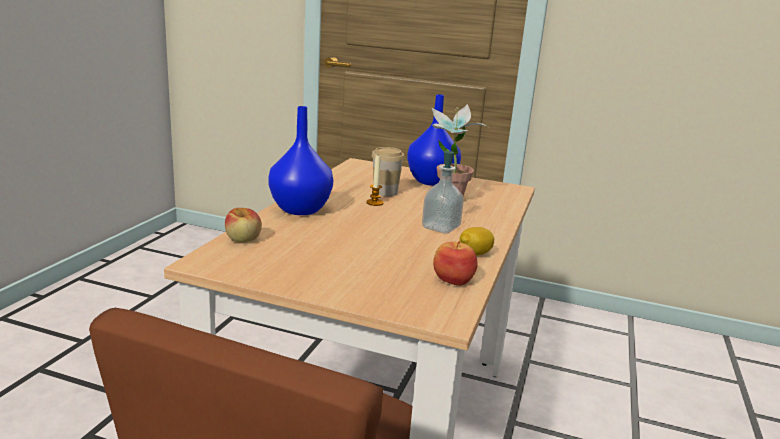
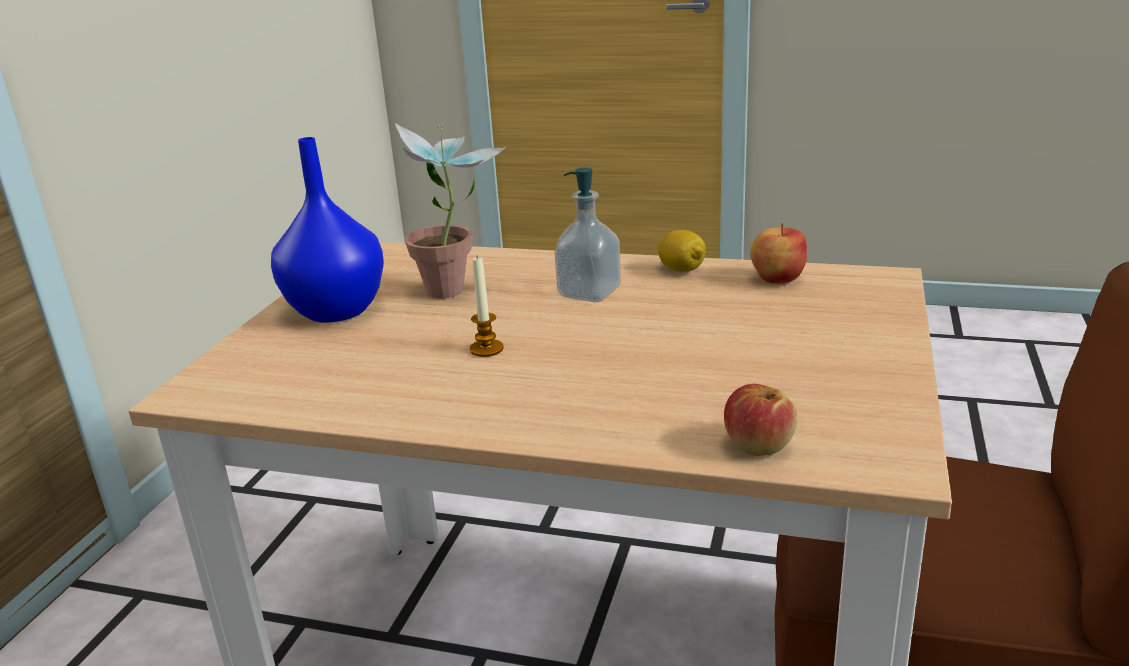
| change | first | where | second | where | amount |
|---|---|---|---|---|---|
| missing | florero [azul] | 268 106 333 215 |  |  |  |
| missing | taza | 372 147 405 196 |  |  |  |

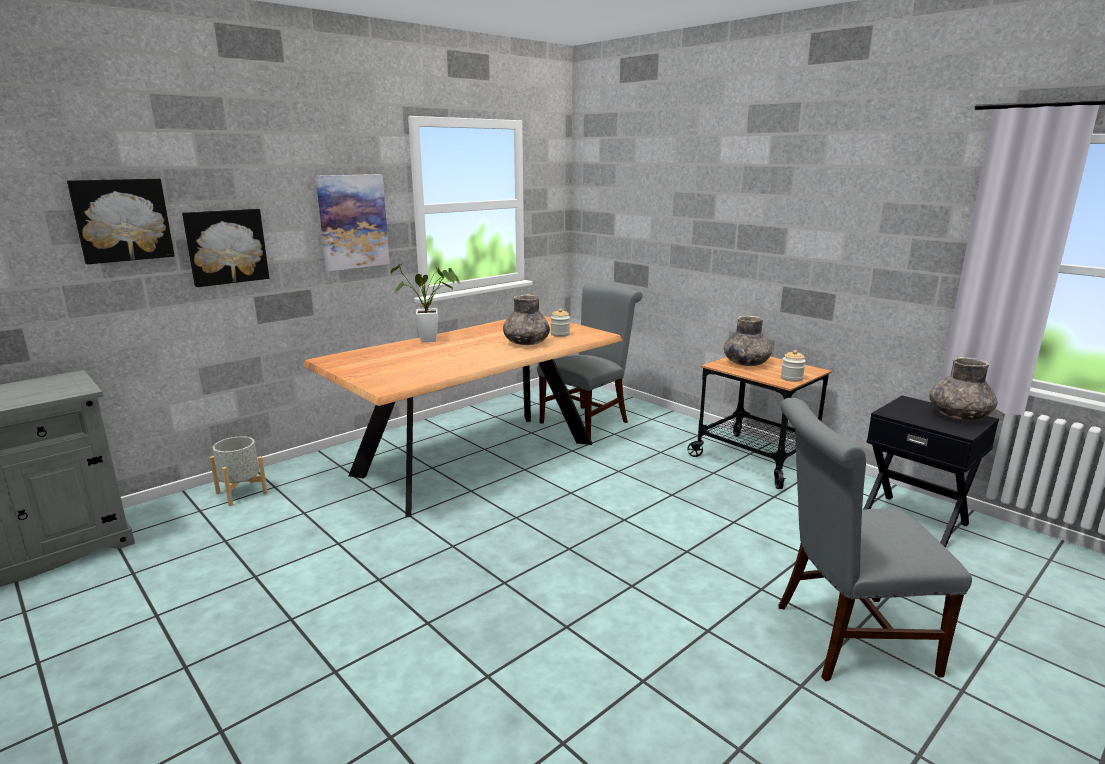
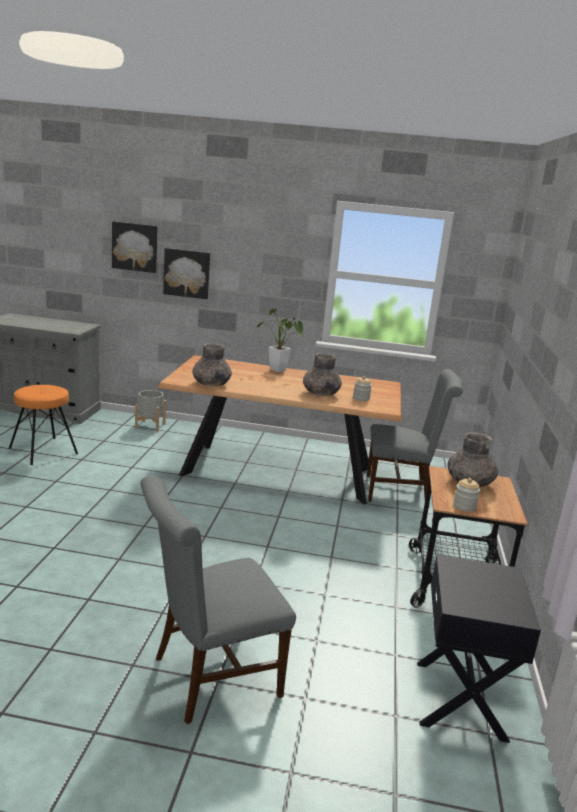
| change | first | where | second | where | amount |
|---|---|---|---|---|---|
| missing | cuadro | 316 174 390 271 |  |  |  |
| spun | silla [gris] | 778 398 972 681 |  | 140 476 296 724 | 75 degrees counterclockwise |
| relocated | florero [gris] | 929 357 997 420 |  | 193 343 232 386 |  |
| appeared |  |  | taburete [naranja] | 9 385 78 465 |  |

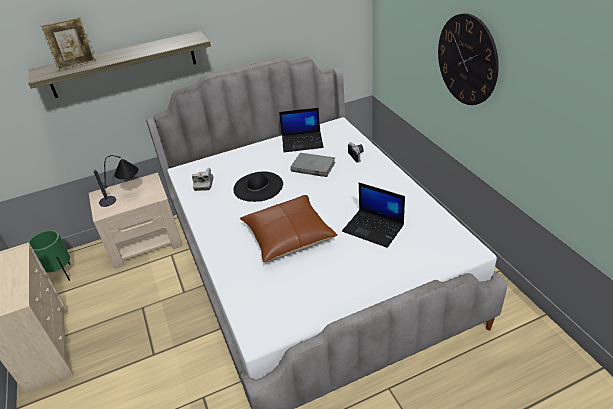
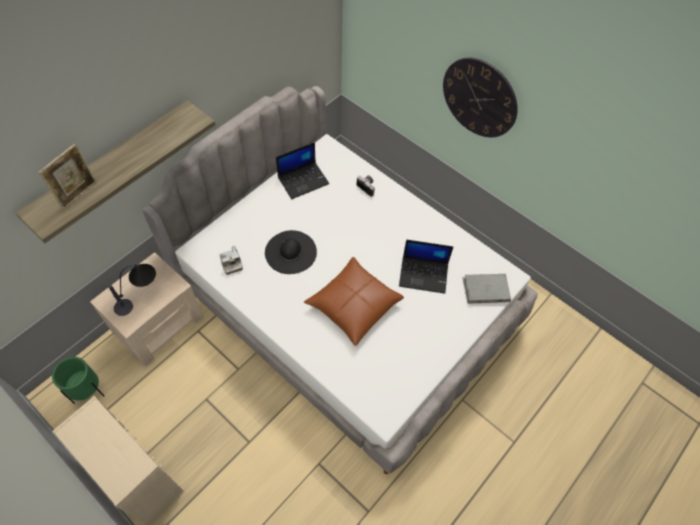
| change | first | where | second | where | amount |
|---|---|---|---|---|---|
| relocated | libro [gris] | 290 153 336 177 |  | 463 274 511 304 |  |

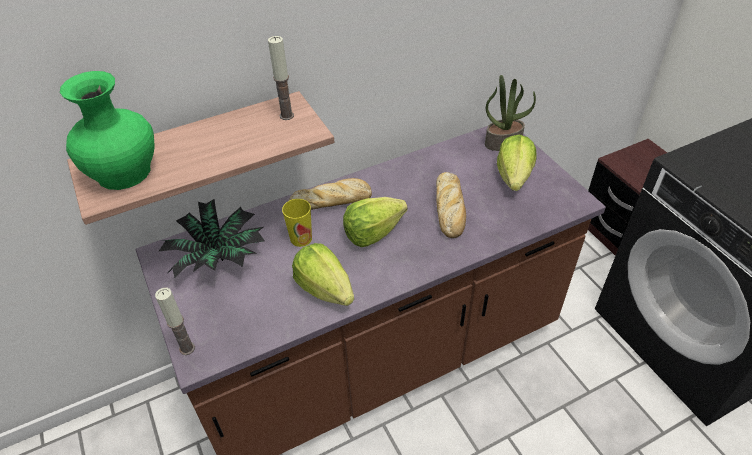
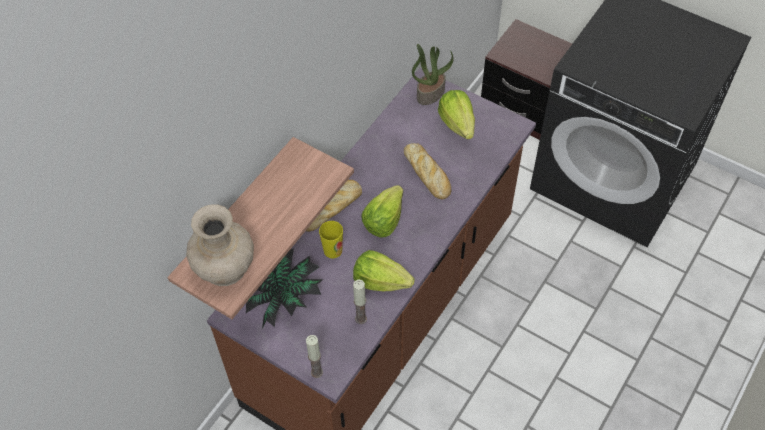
| change | first | where | second | where | amount |
|---|---|---|---|---|---|
| colour | florero [verde] | 60 71 155 190 | florero [beis] | 186 204 254 286 |  |
| relocated | vela | 268 36 294 120 |  | 353 280 367 324 |  |

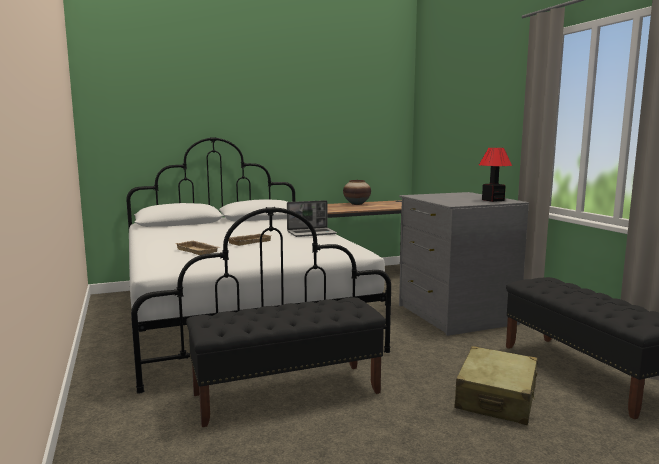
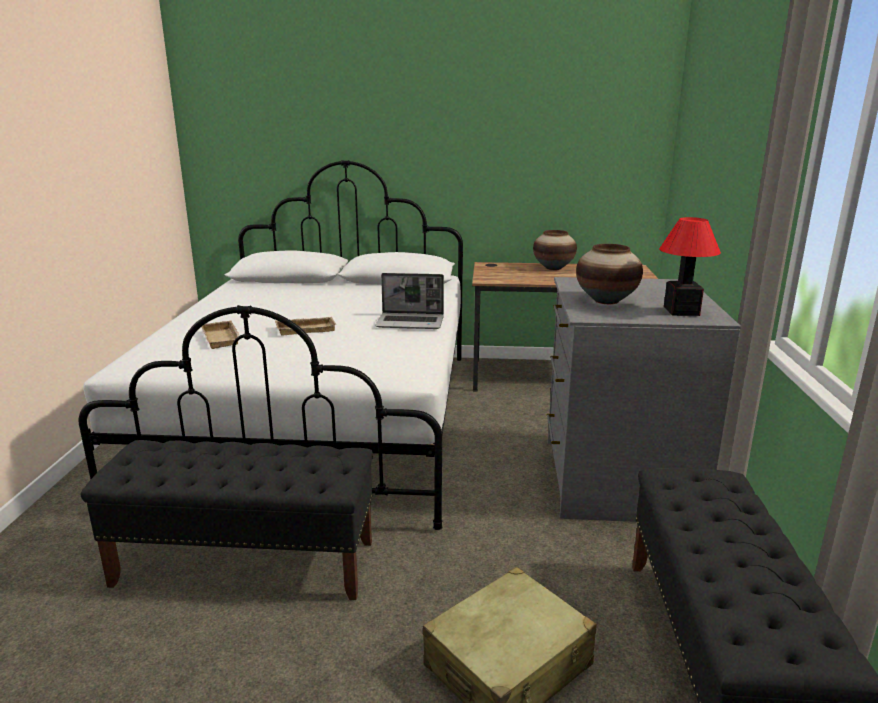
| change | first | where | second | where | amount |
|---|---|---|---|---|---|
| appeared |  |  | florero | 576 244 643 304 |  |

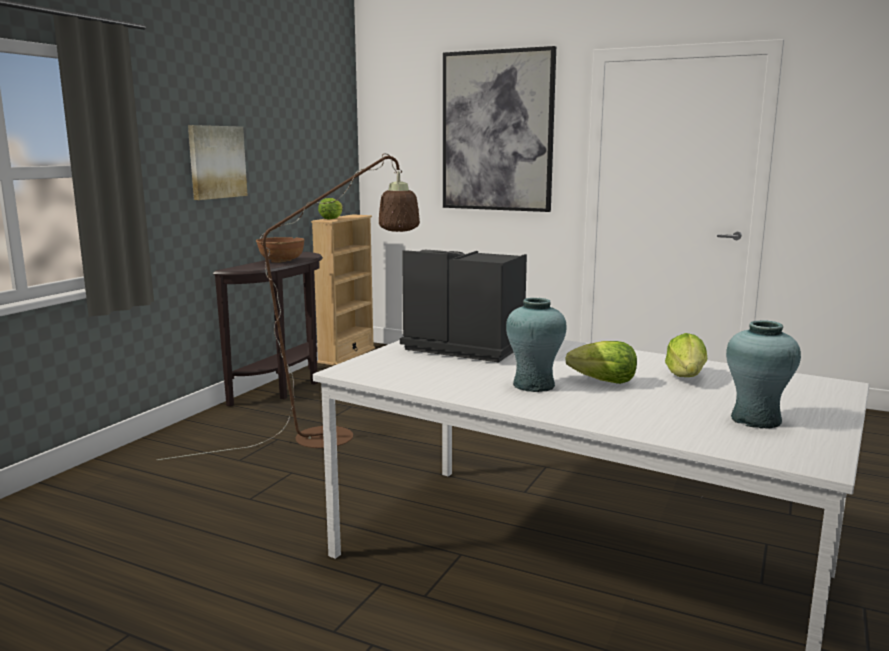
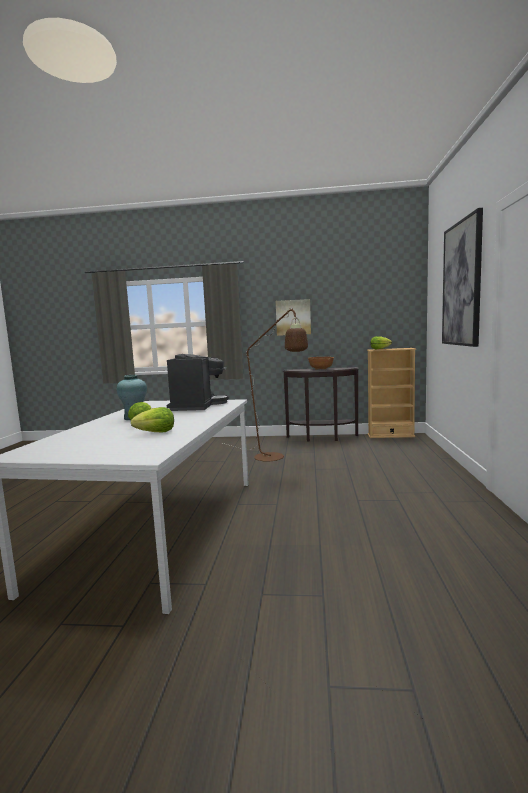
| change | first | where | second | where | amount |
|---|---|---|---|---|---|
| missing | florero [turquesa] | 726 320 801 428 |  |  |  |

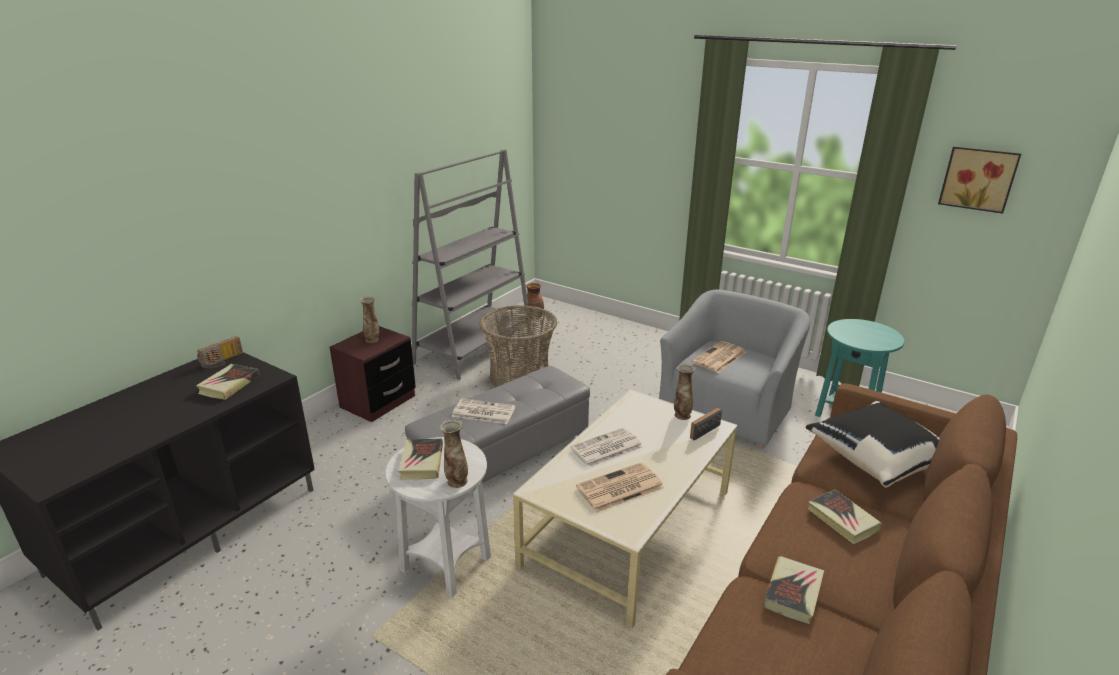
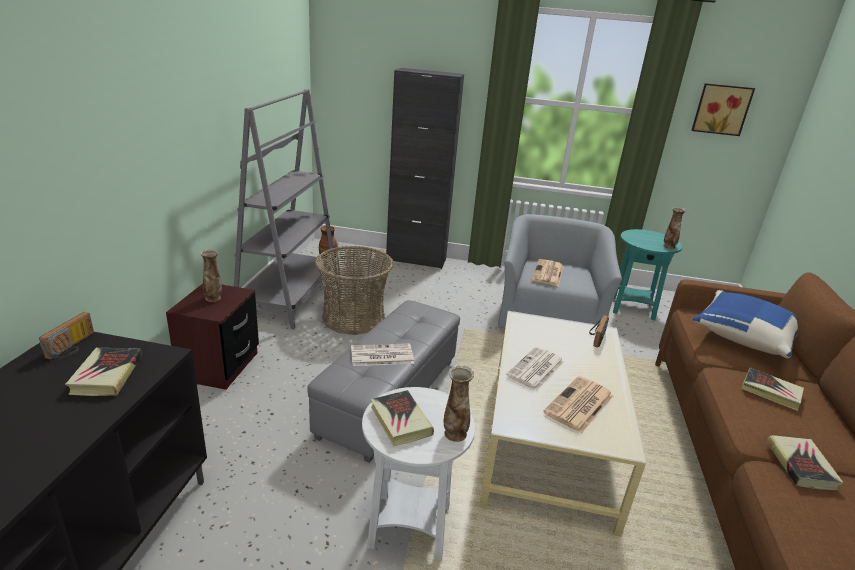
| change | first | where | second | where | amount |
|---|---|---|---|---|---|
| relocated | florero | 674 364 695 420 |  | 663 207 686 249 |  |
| colour | cojín [negro] | 806 401 939 488 | cojín [azul] | 692 290 798 358 |  |
| appeared |  |  | armario [negro] | 386 68 464 269 |  |

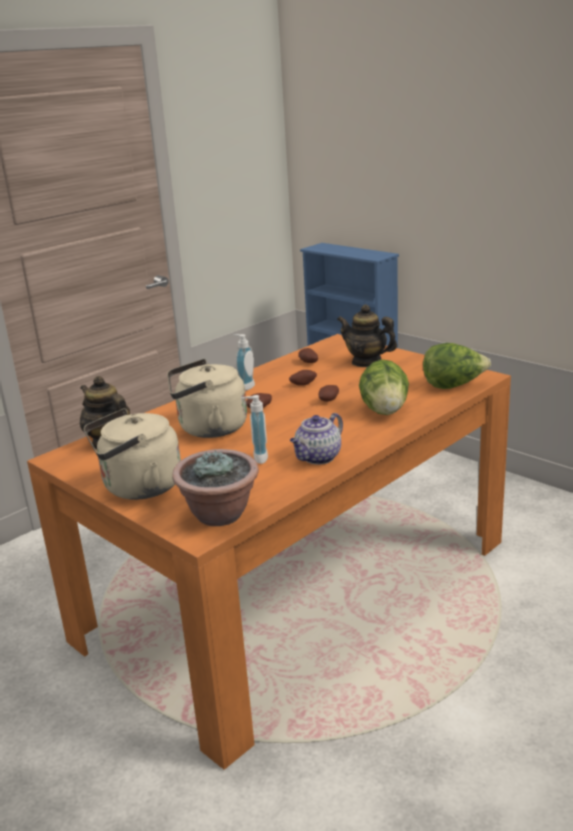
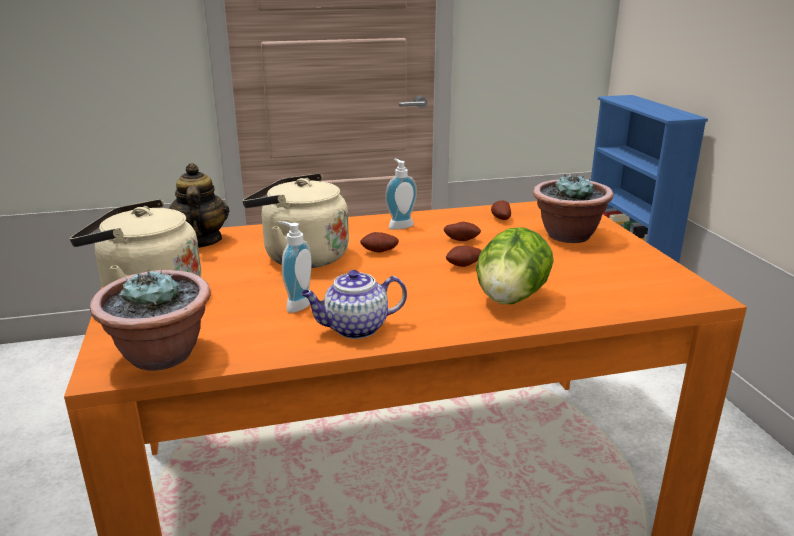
| change | first | where | second | where | amount |
|---|---|---|---|---|---|
| exchanged | tetera | 337 305 397 367 | planta en maceta | 533 173 614 243 |  |
| missing | lechuga | 423 343 491 389 |  |  |  |

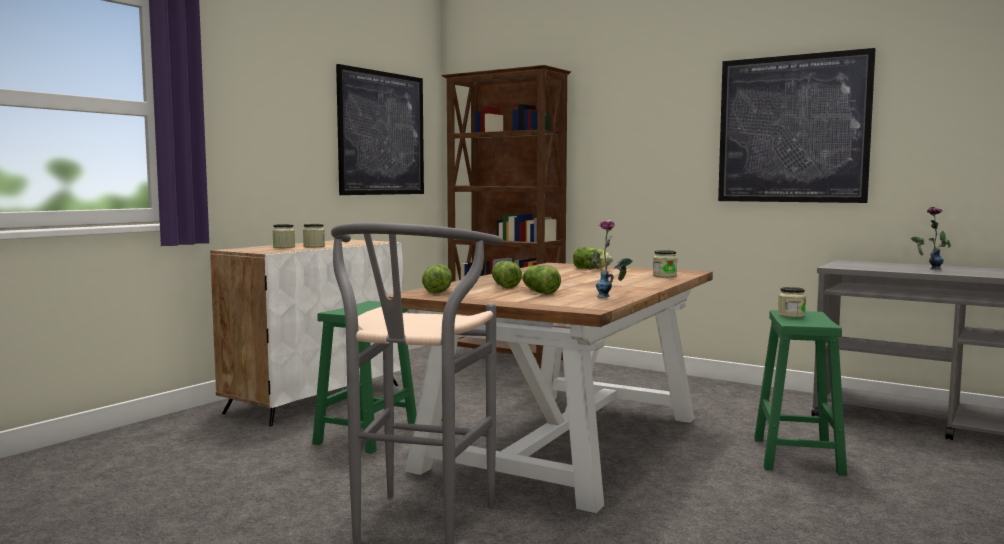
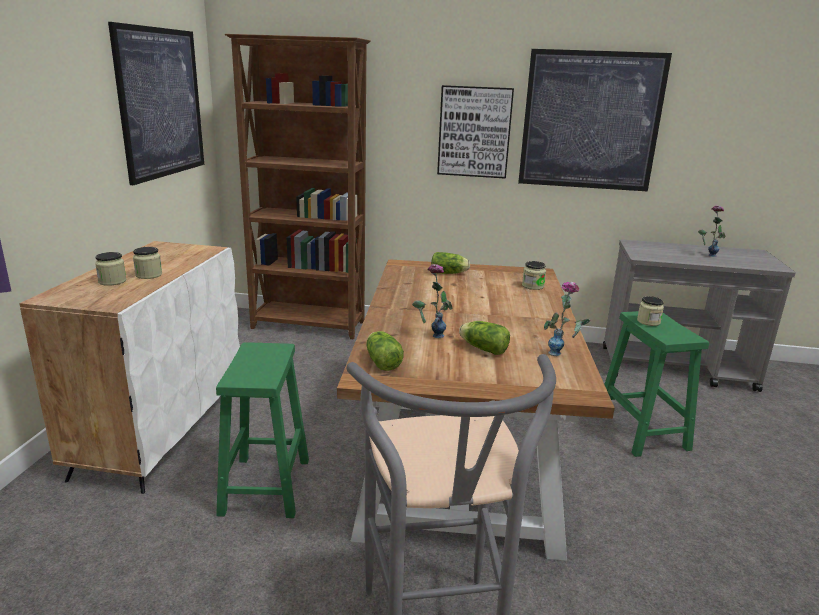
| change | first | where | second | where | amount |
|---|---|---|---|---|---|
| exchanged | lechuga | 492 261 522 288 | florero | 412 264 452 338 |  |
| appeared |  |  | cuadro | 437 85 514 179 |  |

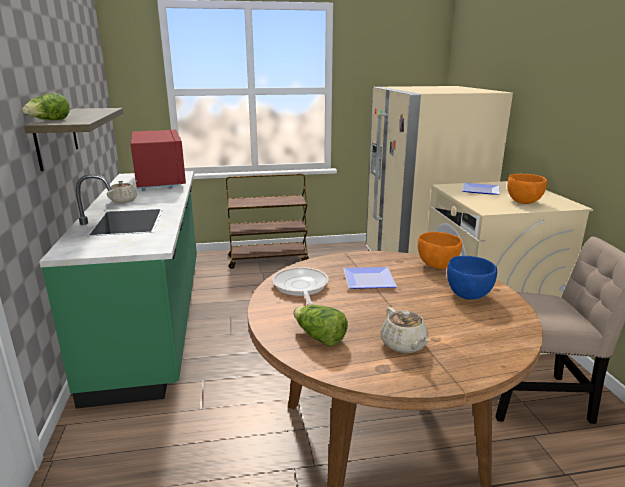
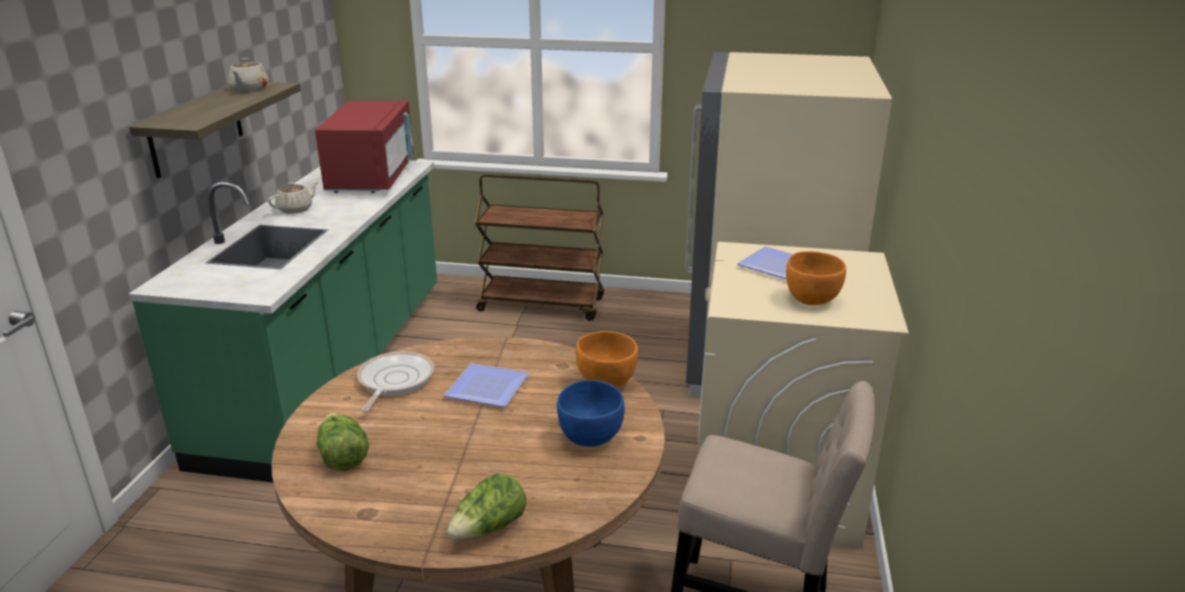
| change | first | where | second | where | amount |
|---|---|---|---|---|---|
| relocated | lechuga | 22 93 70 120 |  | 447 473 526 540 |  |
| relocated | tetera [beis] | 380 307 428 353 |  | 228 58 269 91 |  |

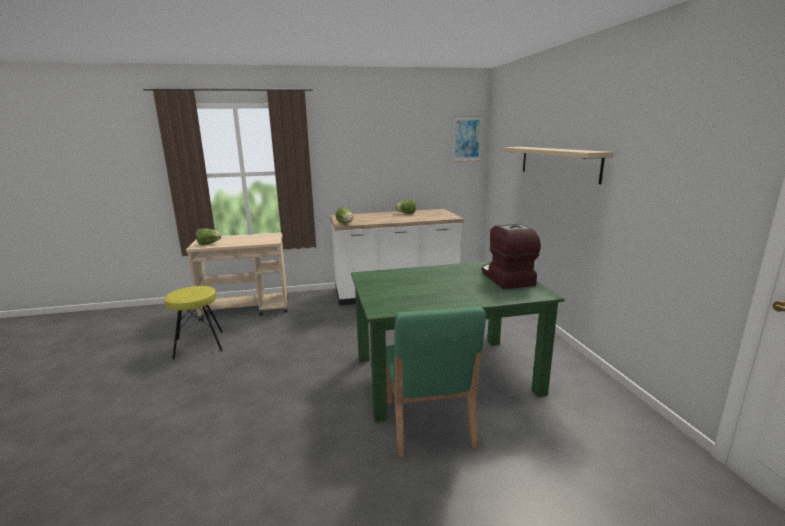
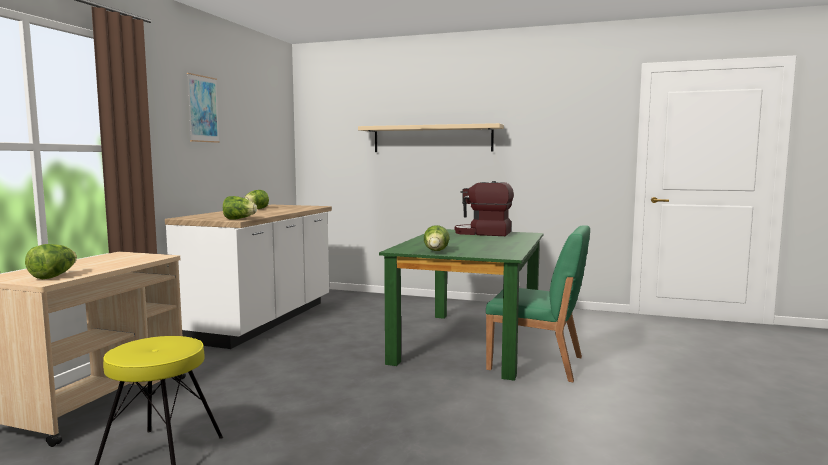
| change | first | where | second | where | amount |
|---|---|---|---|---|---|
| relocated | cuadro | 453 116 482 162 |  | 187 73 220 143 |  |
| appeared |  |  | lechuga | 424 225 450 251 |  |

